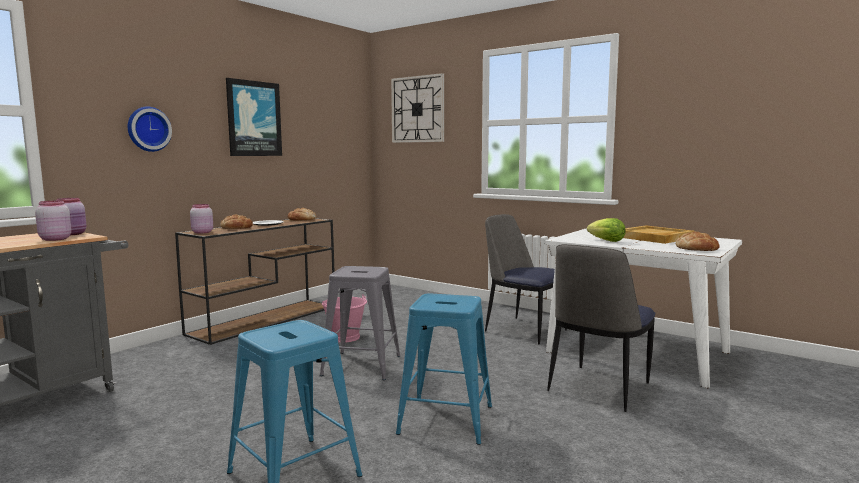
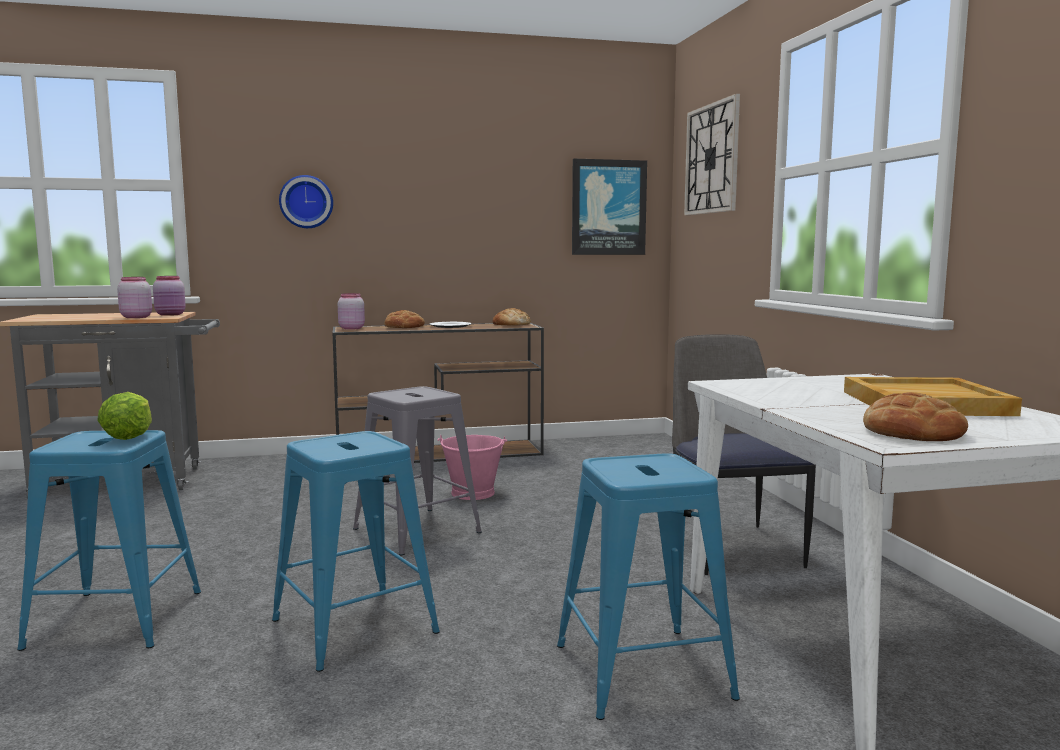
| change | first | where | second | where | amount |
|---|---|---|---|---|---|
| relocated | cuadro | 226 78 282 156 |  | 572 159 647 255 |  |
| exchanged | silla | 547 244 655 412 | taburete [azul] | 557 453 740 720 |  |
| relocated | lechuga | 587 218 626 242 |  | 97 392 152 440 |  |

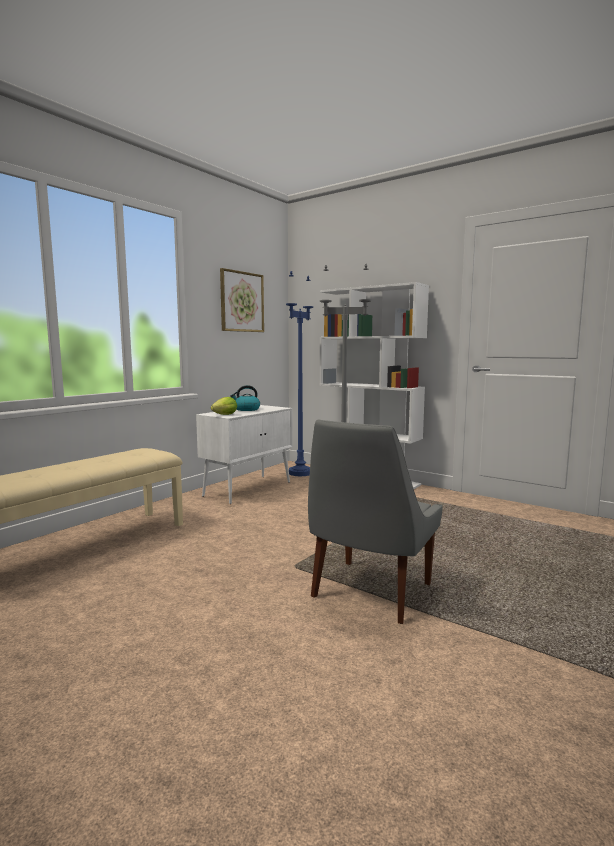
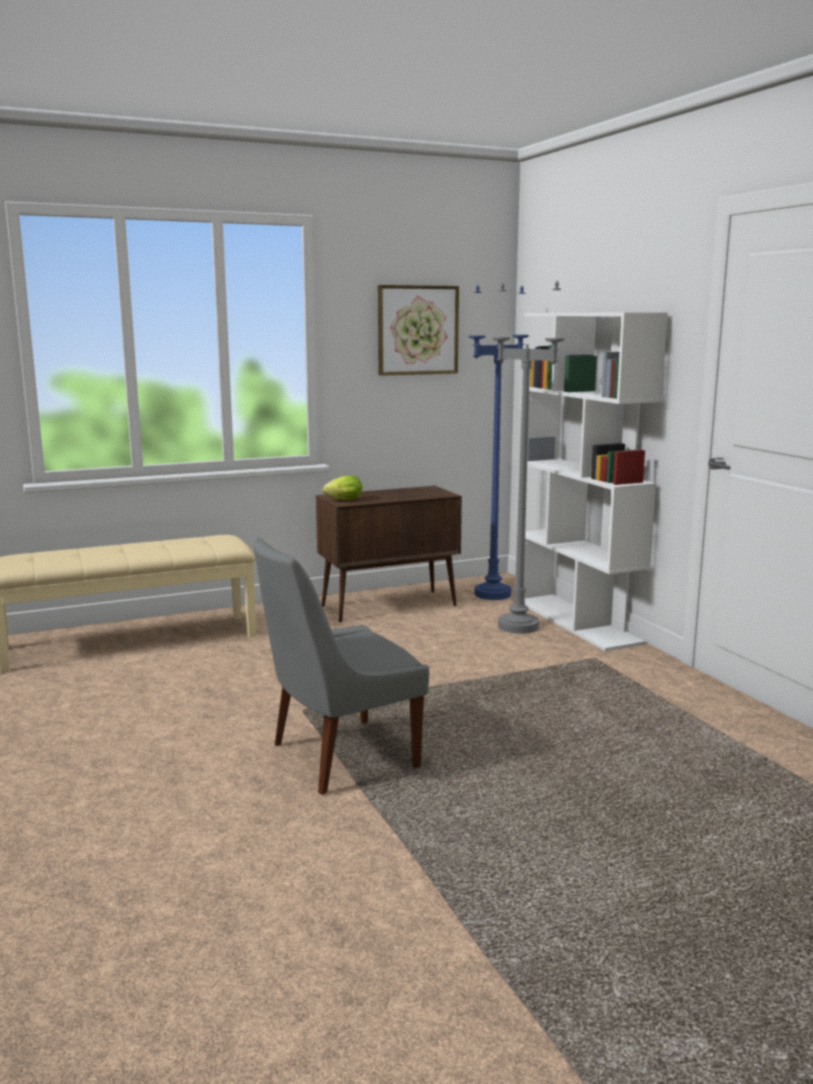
| change | first | where | second | where | amount |
|---|---|---|---|---|---|
| colour | armario [blanco] | 196 405 293 504 | armario [marrón] | 316 486 462 622 |  |
| missing | hervidor | 230 385 260 411 |  |  |  |

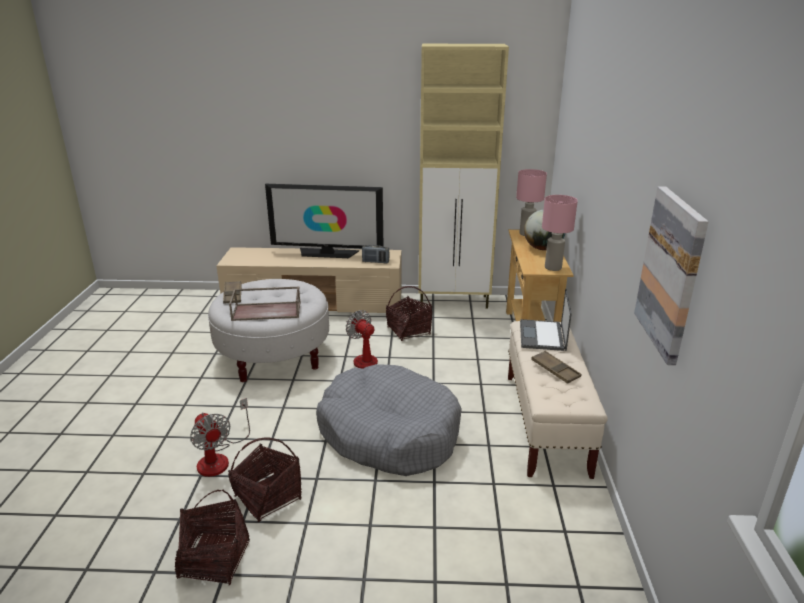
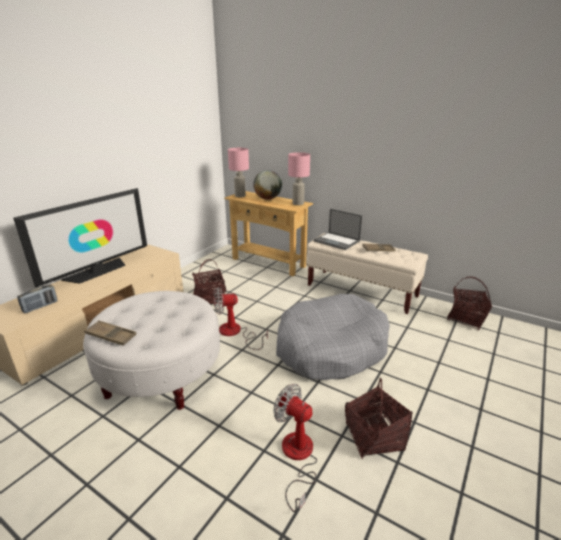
| change | first | where | second | where | amount |
|---|---|---|---|---|---|
| relocated | cesta | 175 490 250 585 |  | 447 277 492 330 |  |
| spun | ventilador | 190 398 250 477 |  | 273 384 317 512 | 135 degrees counterclockwise |
| missing | bandeja [marrón] | 229 287 301 321 |  |  |  |
| relocated | radio | 362 245 389 263 |  | 17 285 58 313 |  |
| missing | armario [beis] | 418 44 509 309 |  |  |  |
| missing | cuadro | 634 186 709 365 |  |  |  |

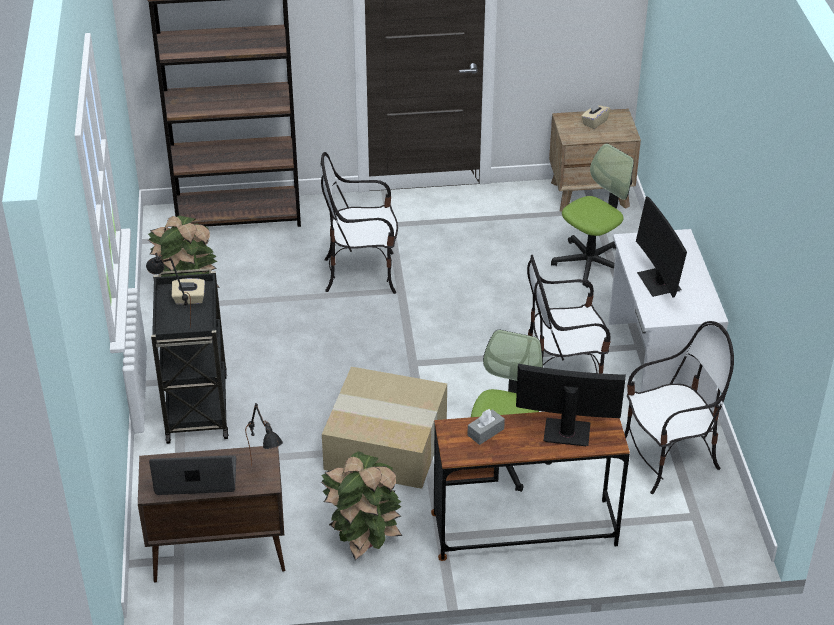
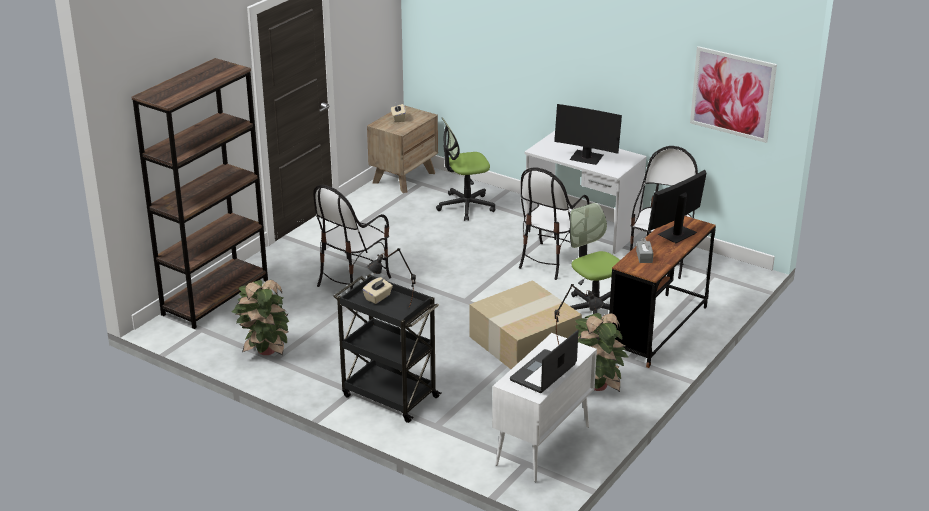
| change | first | where | second | where | amount |
|---|---|---|---|---|---|
| colour | armario [marrón] | 138 446 285 583 | armario [blanco] | 492 333 597 482 |  |
| spun | silla de oficina | 551 144 634 288 |  | 436 118 495 221 | 105 degrees counterclockwise |
| appeared |  |  | cuadro | 690 46 777 143 |  |

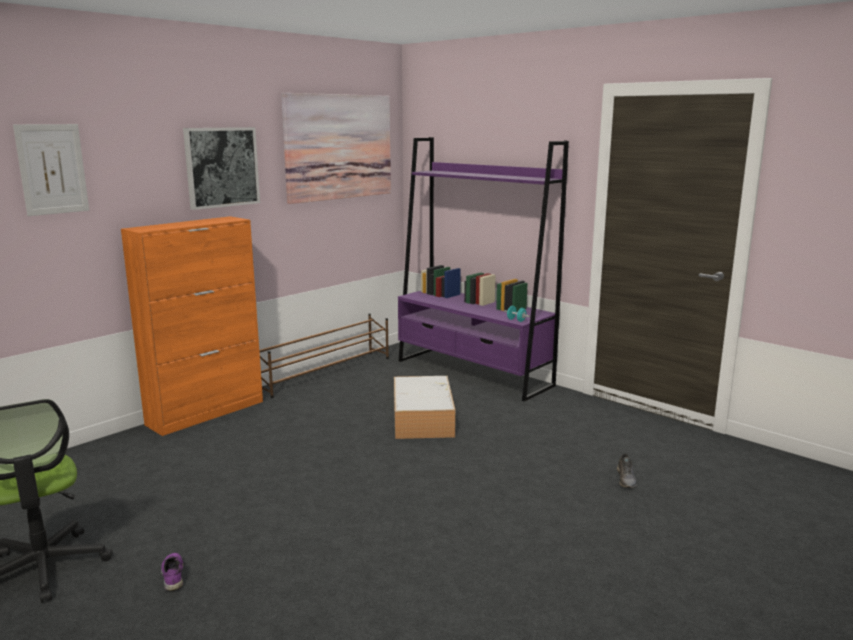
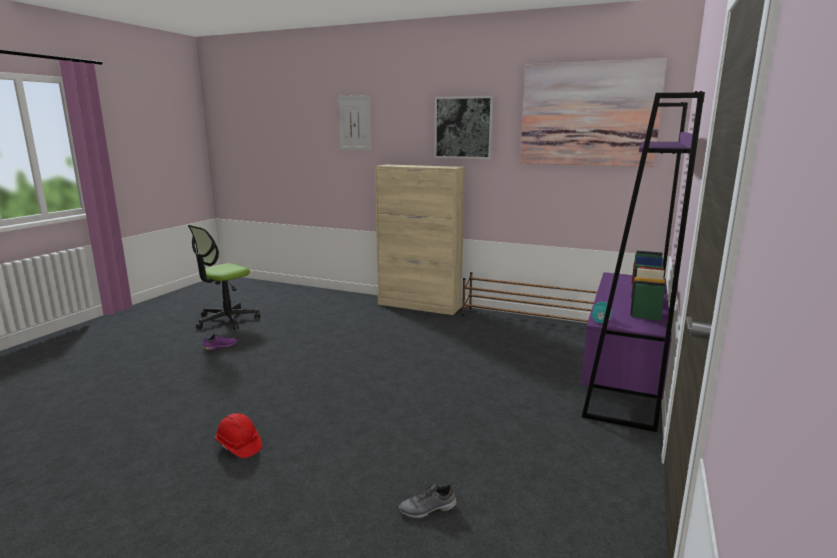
| change | first | where | second | where | amount |
|---|---|---|---|---|---|
| colour | armario [naranja] | 121 216 263 436 | armario [beis] | 375 165 465 315 |  |
| missing | caja de almacenaje | 394 376 456 439 |  |  |  |
| appeared |  |  | casco [rojo] | 215 413 262 458 |  |

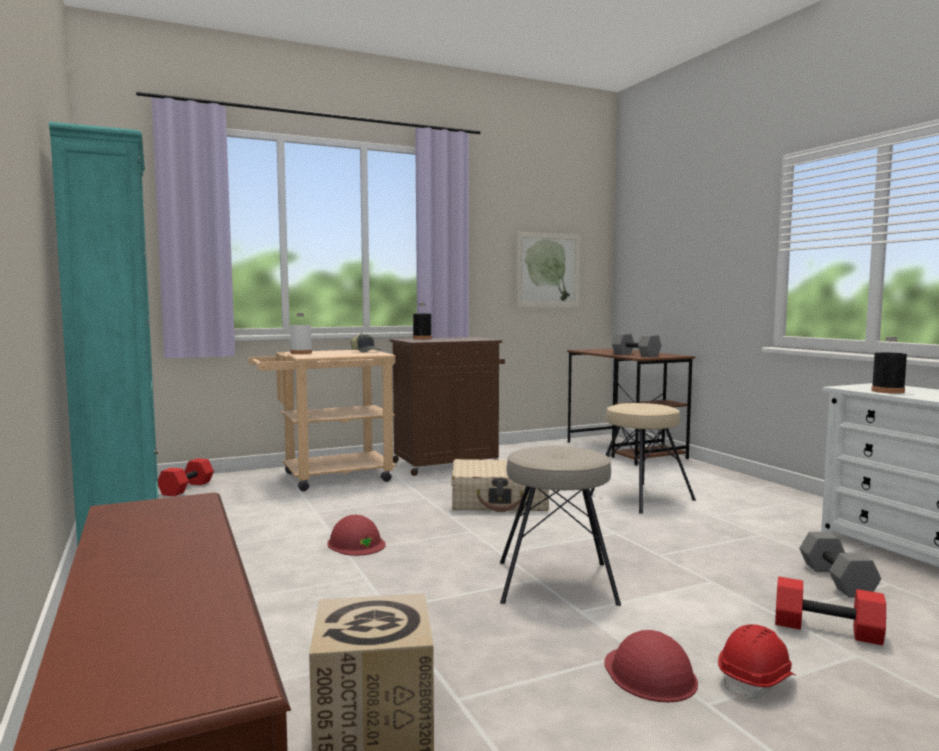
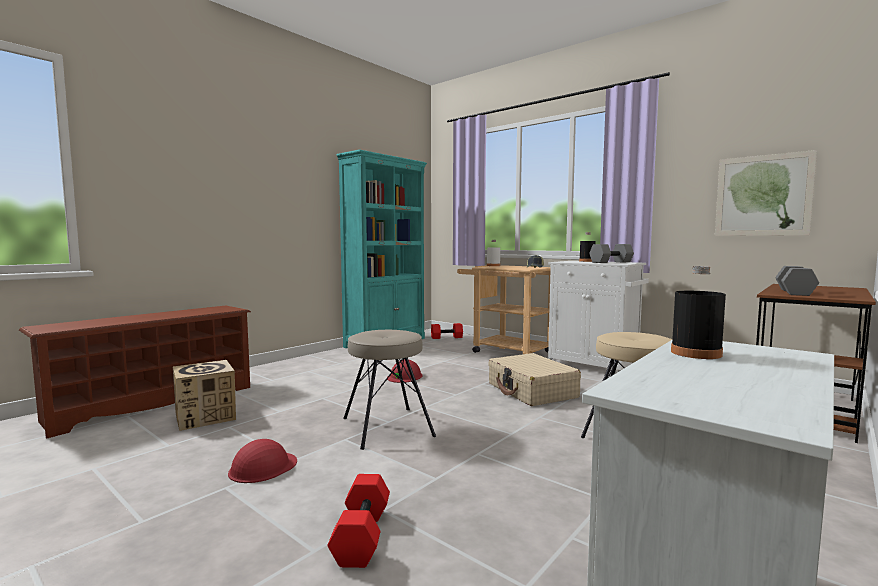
| change | first | where | second | where | amount |
|---|---|---|---|---|---|
| colour | armario [marrón] | 390 337 505 476 | armario [blanco] | 548 261 649 372 |  |
| missing | casco [rojo] | 718 624 796 701 |  |  |  |
| relocated | mancuerna [gris] | 799 532 881 598 |  | 589 244 634 263 |  |

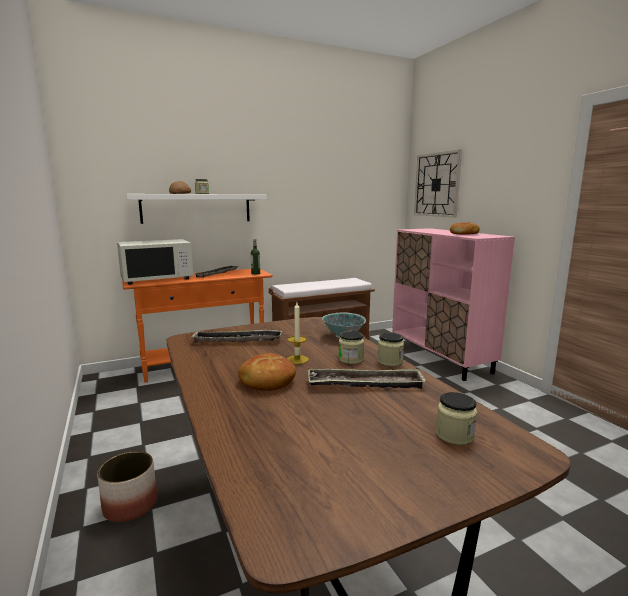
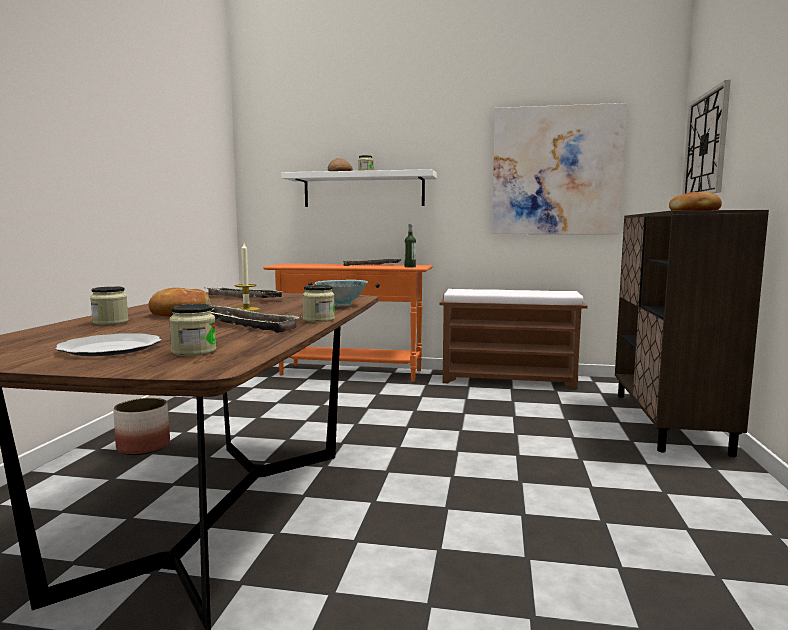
| change | first | where | second | where | amount |
|---|---|---|---|---|---|
| missing | microondas [blanco] | 117 239 193 285 |  |  |  |
| relocated | tarro | 338 331 364 364 |  | 90 286 129 325 |  |
| colour | armario [rosa] | 392 228 515 381 | armario [marrón] | 615 210 769 457 |  |
| appeared |  |  | plato | 56 333 161 356 |  |
| appeared |  |  | cuadro | 492 103 627 234 |  |

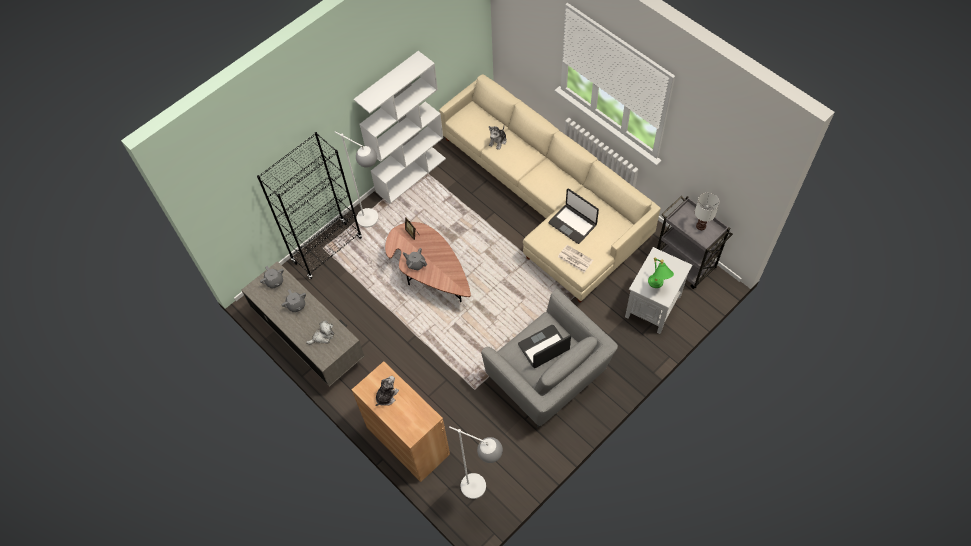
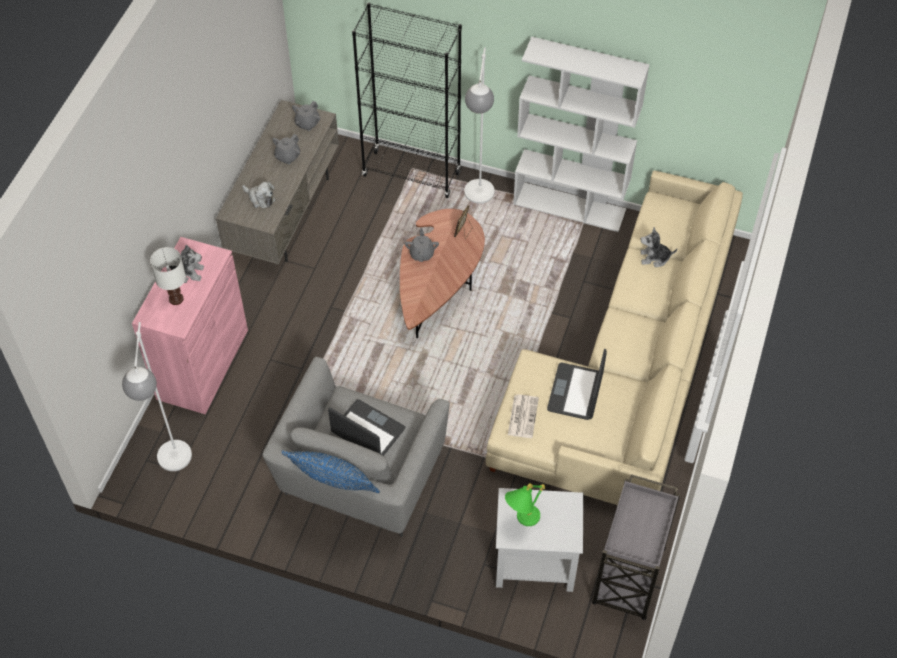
| change | first | where | second | where | amount |
|---|---|---|---|---|---|
| colour | armario [marrón] | 352 361 450 482 | armario [rosa] | 132 237 248 414 |  |
| relocated | lámpara de mesa [blanco] | 695 193 719 230 |  | 150 247 186 305 |  |
| appeared |  |  | cojín [azul] | 281 450 380 493 |  |

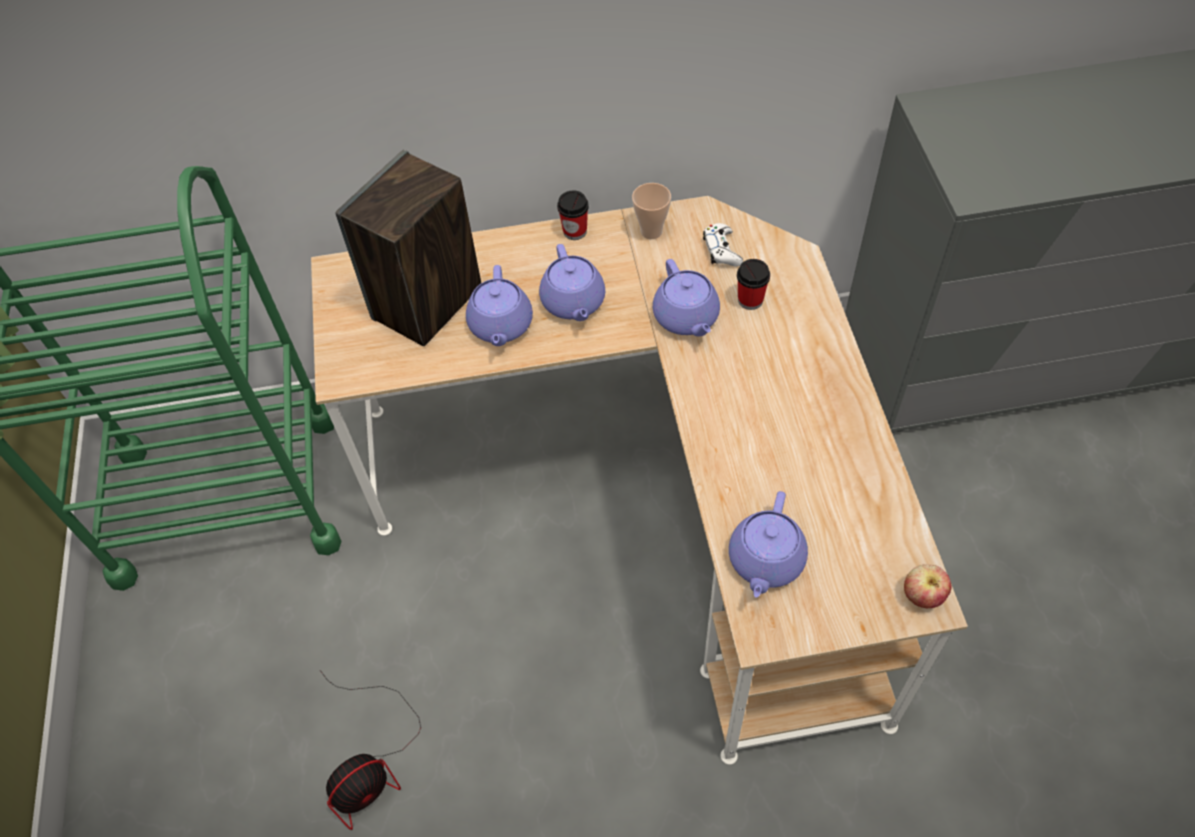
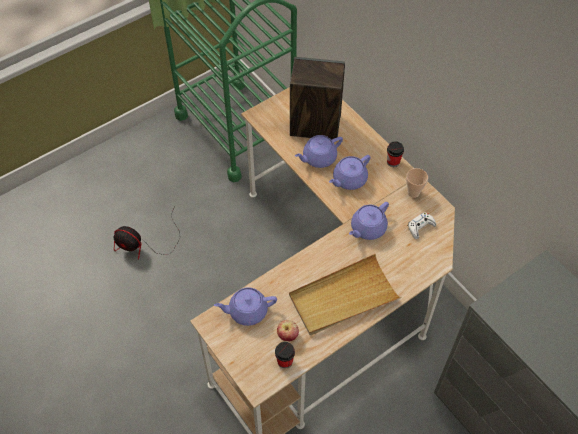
| change | first | where | second | where | amount |
|---|---|---|---|---|---|
| relocated | taza | 737 259 770 310 |  | 275 342 295 369 |  |
| relocated | manzana | 904 564 952 608 |  | 277 320 299 341 |  |
| appeared |  |  | bandeja [beis] | 289 254 402 335 |  |

